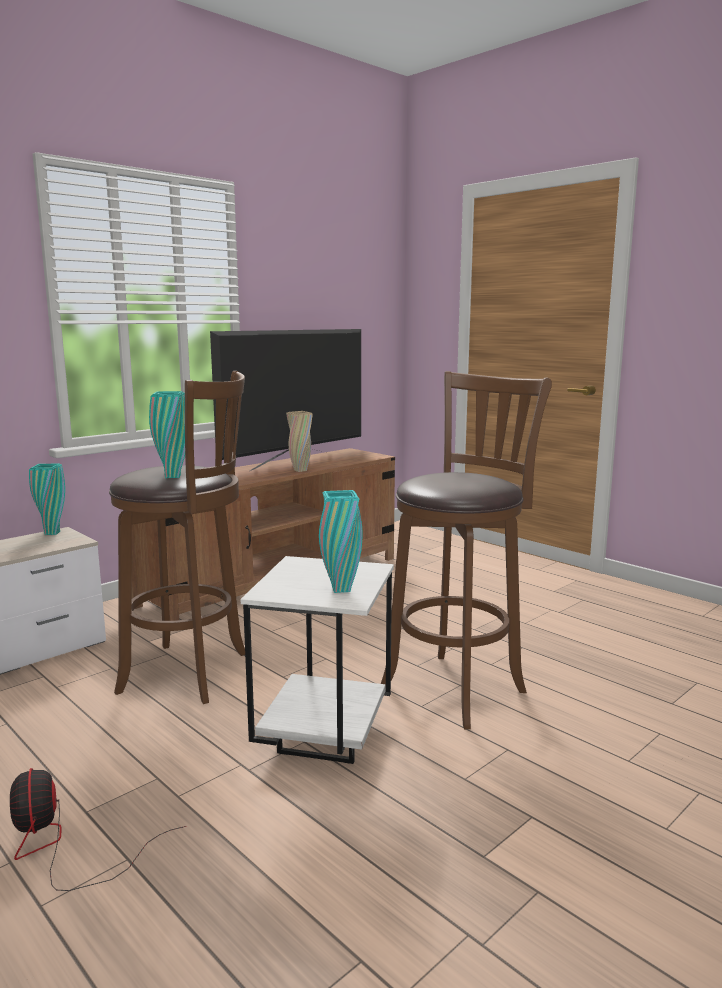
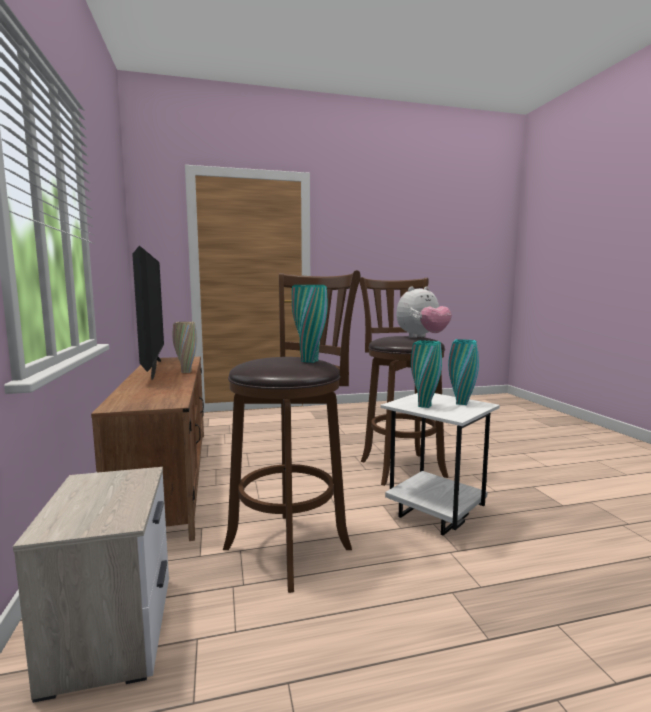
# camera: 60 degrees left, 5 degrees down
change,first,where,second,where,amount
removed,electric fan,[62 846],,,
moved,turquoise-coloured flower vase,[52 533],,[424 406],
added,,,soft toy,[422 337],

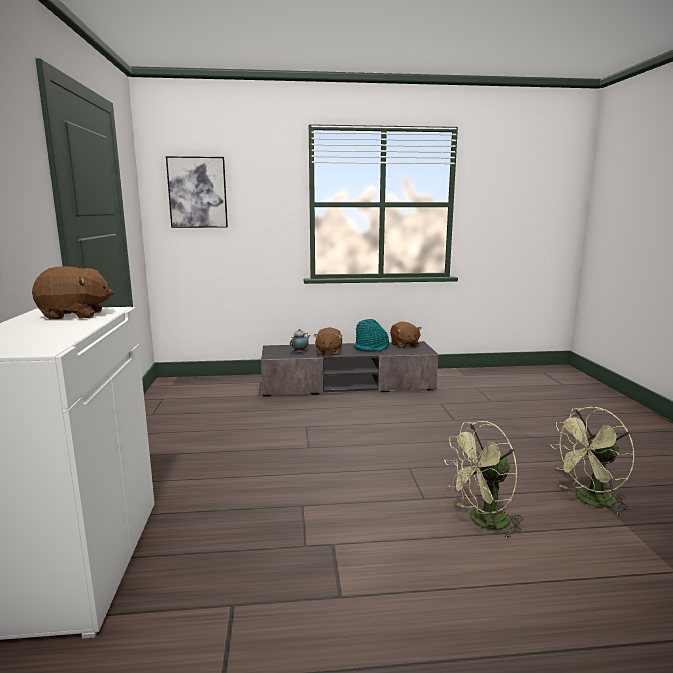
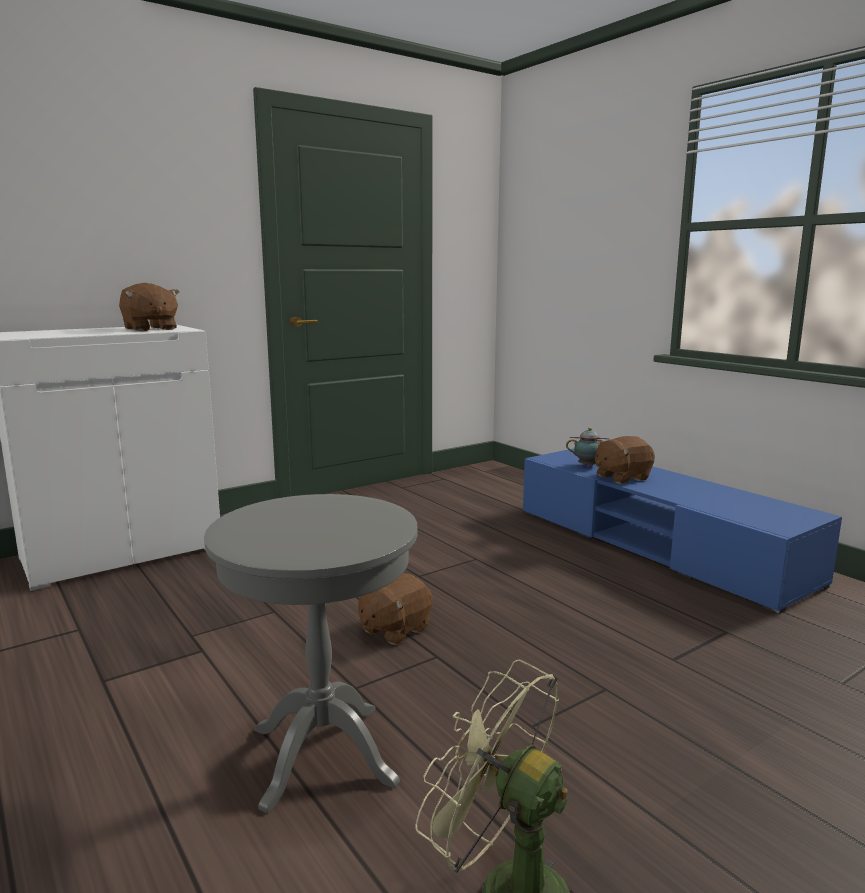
# camera: 60 degrees right, 0 degrees up
change,first,where,second,where,amount
removed,picture,[197 192],,,
recoloured,gray tv unit,[347 385],bluish tv unit,[656 546],
removed,turquoise-coloured clothing hat,[371 348],,,
moved,brown soft toy,[404 345],,[394 629],
replaced,greenish electric fan,[482 522],gray end table,[323 755],

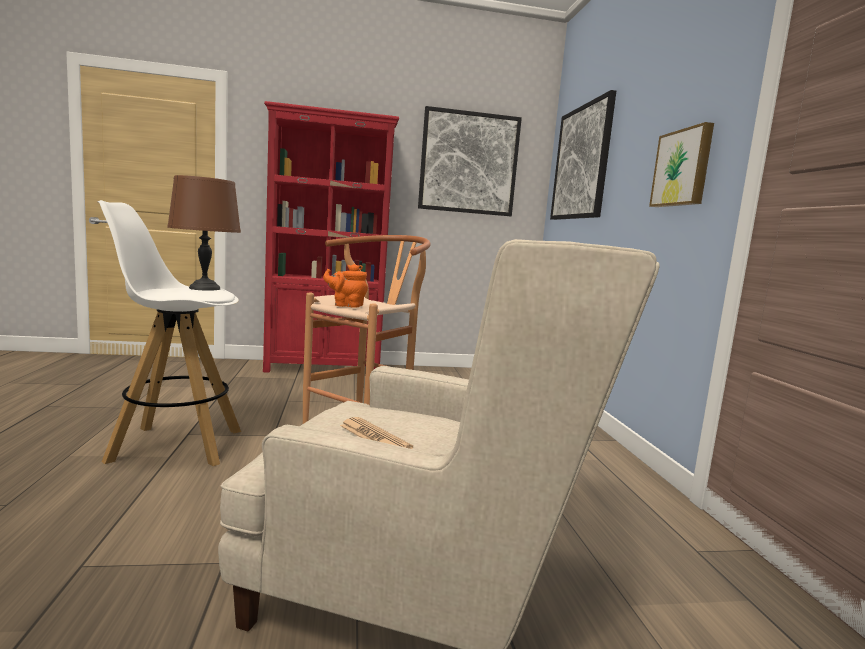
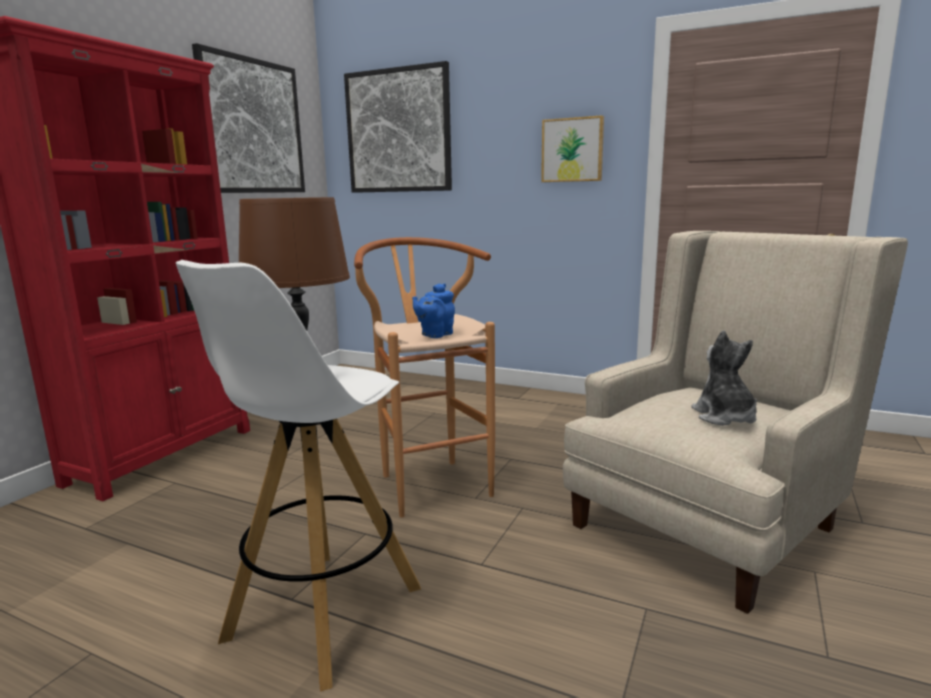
# camera: 55 degrees left, 5 degrees up
change,first,where,second,where,amount
recoloured,orangey tea pot,[346 305],bluish tea pot,[435 335],
replaced,daily paper,[374 437],soft toy,[724 417],

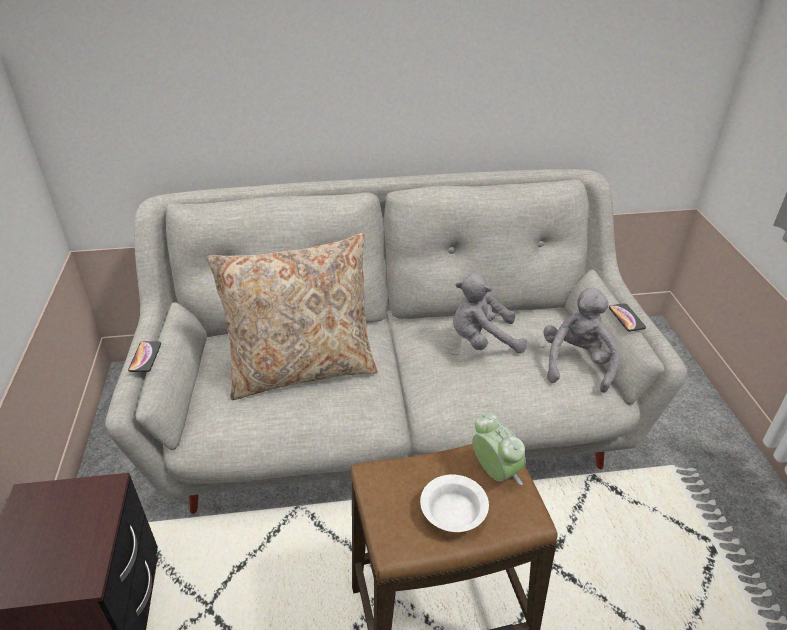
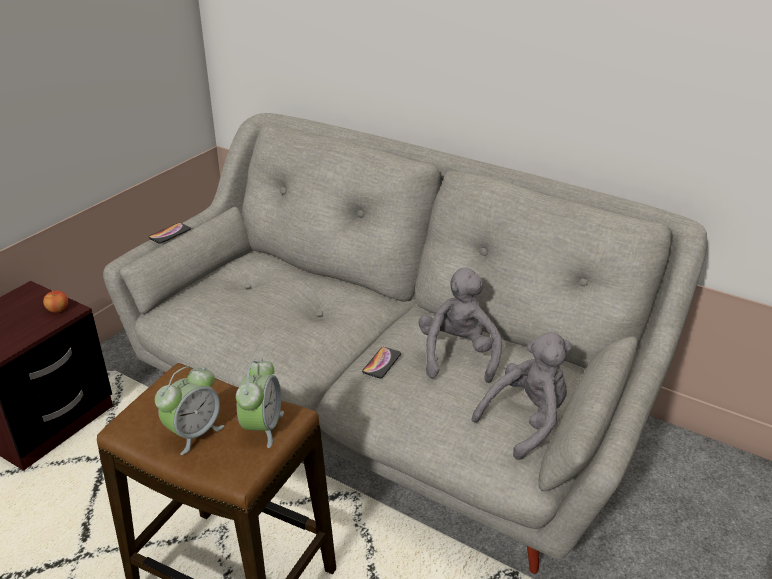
# camera: 40 degrees right, 5 degrees down
change,first,where,second,where,amount
removed,beige-coloured cushion,[302 369],,,
replaced,whitish bowl,[452 513],alarm clock,[194 433],
turned,gray soft toy,[482 340],,[458 355],60 degrees clockwise
moved,handset,[626 318],,[381 363],
added,,,apple,[58 309],

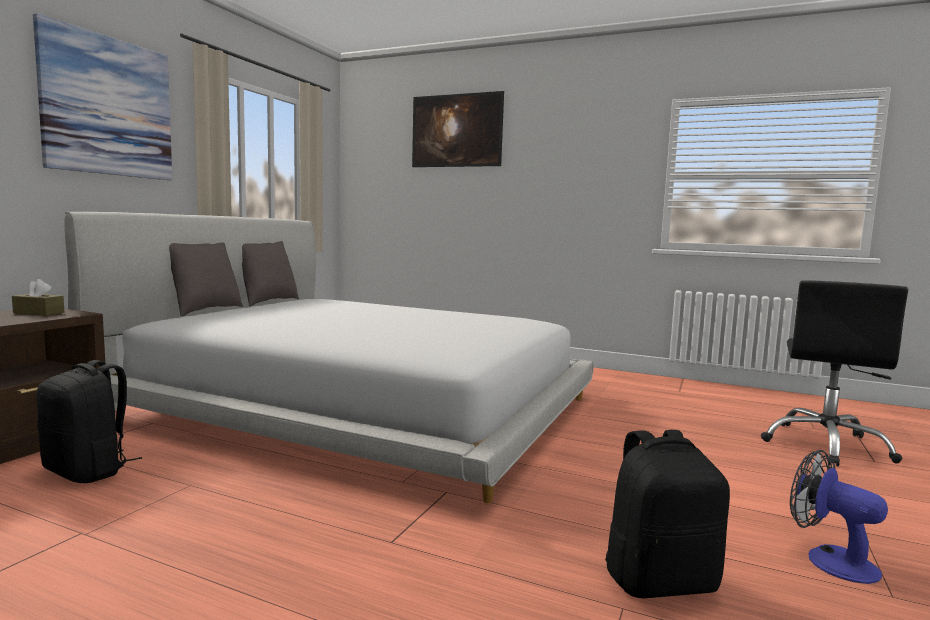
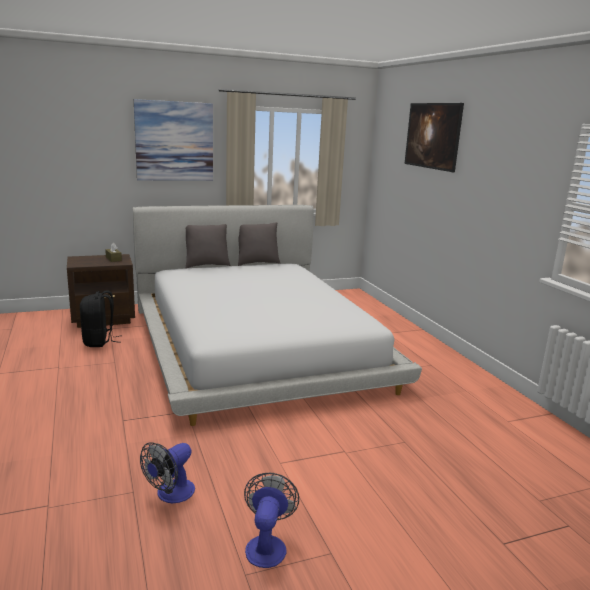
# camera: 45 degrees right, 10 degrees up
change,first,where,second,where,amount
replaced,blackish rucksack,[660 580],electric fan,[170 495],
removed,blackish office chair,[826 445],,,

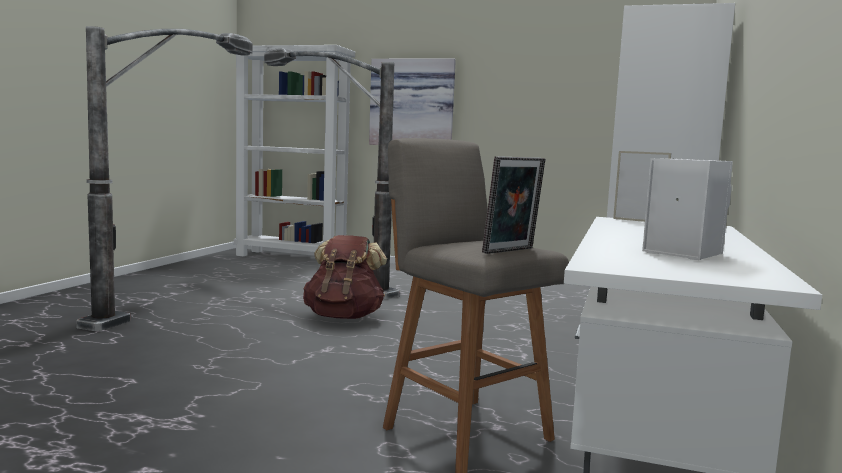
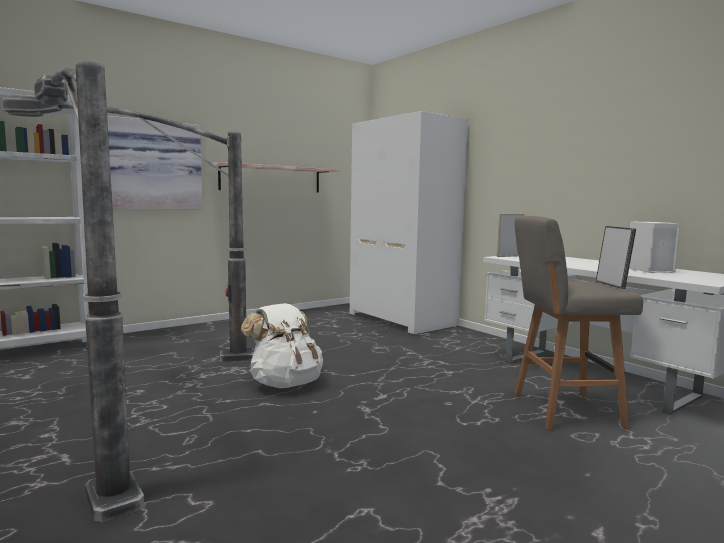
# camera: 55 degrees left, 0 degrees up
change,first,where,second,where,amount
recoloured,brown rucksack,[344 317],whitish rucksack,[285 383],
added,,,wall shelf,[271 179],

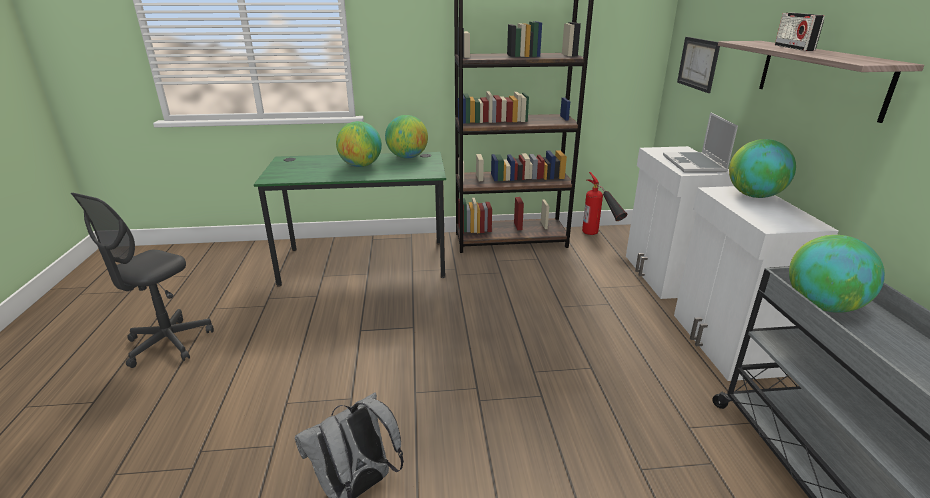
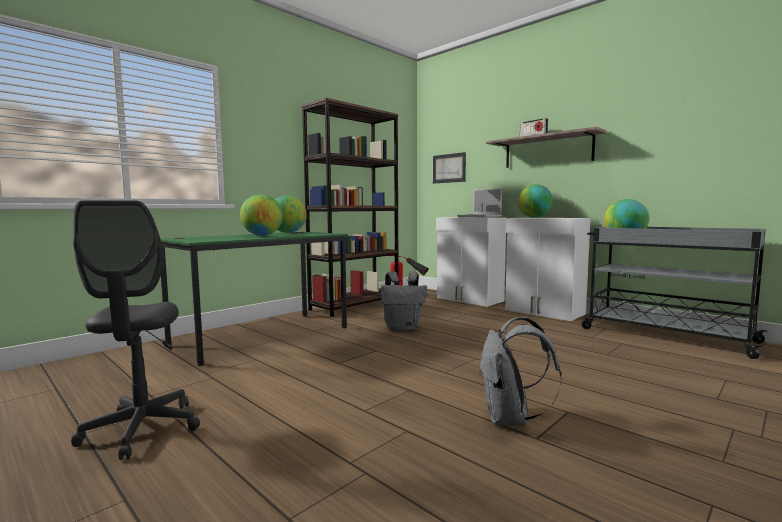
# camera: 40 degrees left, 20 degrees down
change,first,where,second,where,amount
added,,,gray rucksack,[403 328],

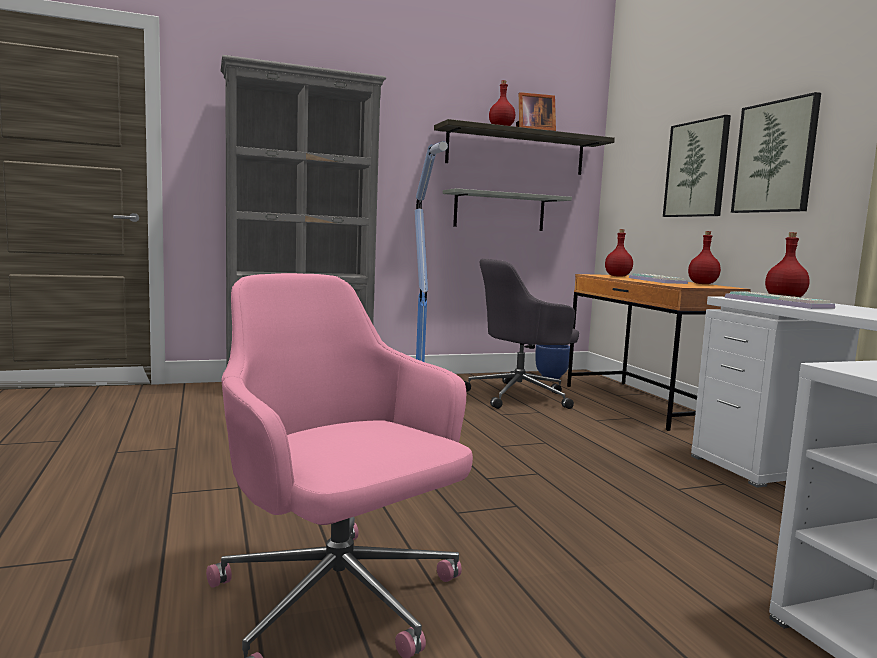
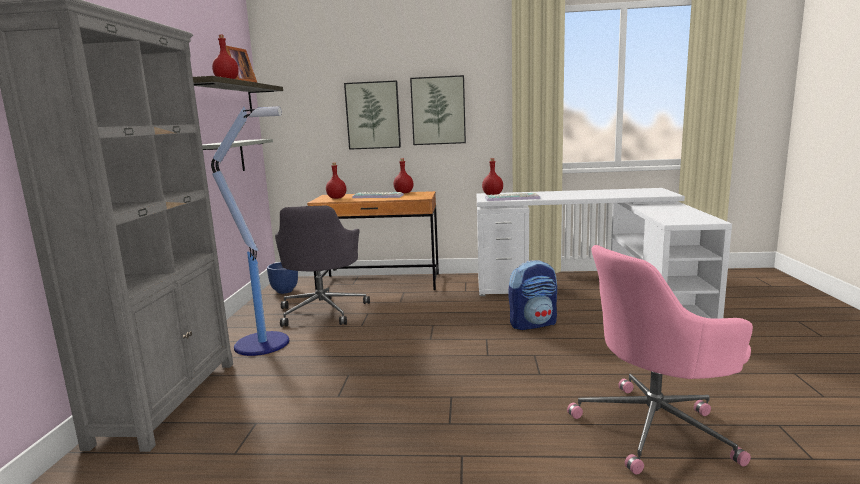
# camera: 65 degrees left, 5 degrees up
change,first,where,second,where,amount
added,,,rucksack,[533 324],

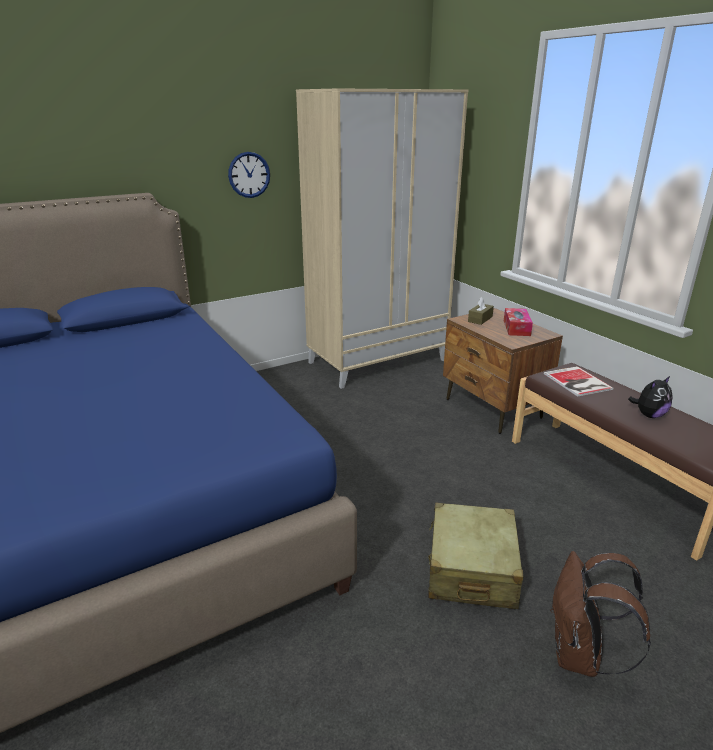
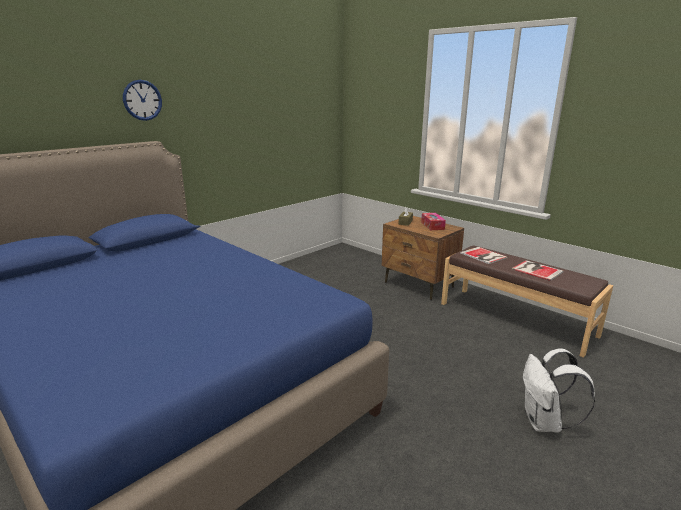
# camera: 15 degrees left, 5 degrees down
change,first,where,second,where,amount
moved,clock on the wall,[249 175],,[142 100],
removed,beige-coloured armoire,[378 361],,,
removed,beige-coloured travel case,[471 568],,,
recoloured,brown rucksack,[580 655],whitish rucksack,[544 423],
replaced,soft toy,[649 415],bound book,[536 270],

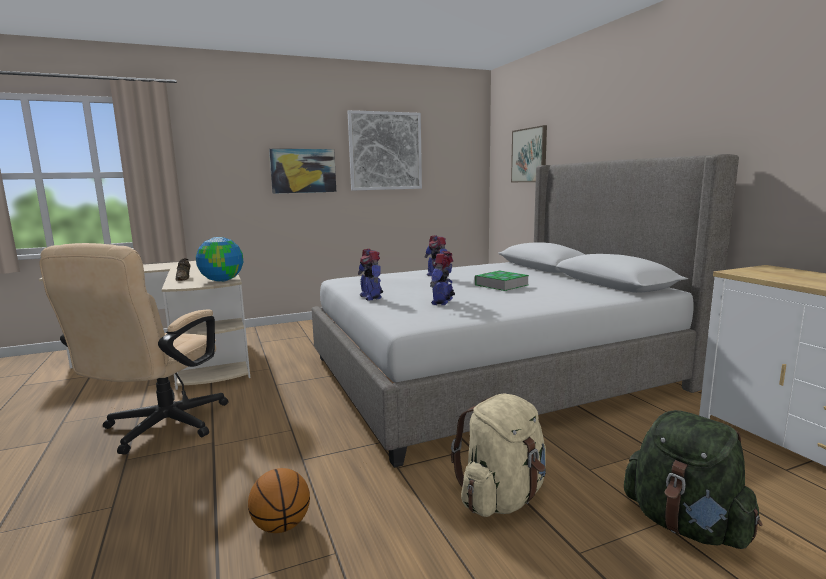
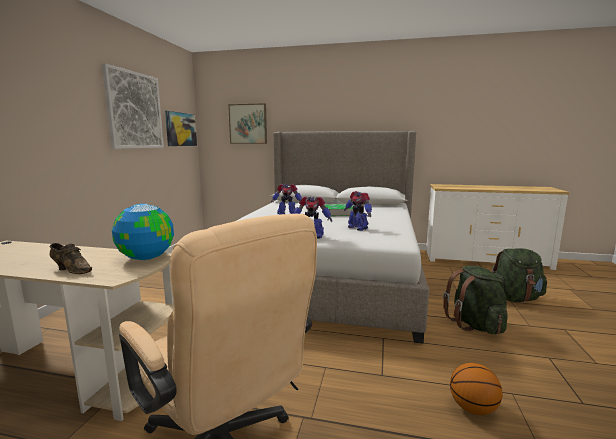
# camera: 55 degrees left, 0 degrees up
change,first,where,second,where,amount
moved,picture,[303 171],,[181 129],
recoloured,beige-coloured rucksack,[502 497],greenish rucksack,[474 325],

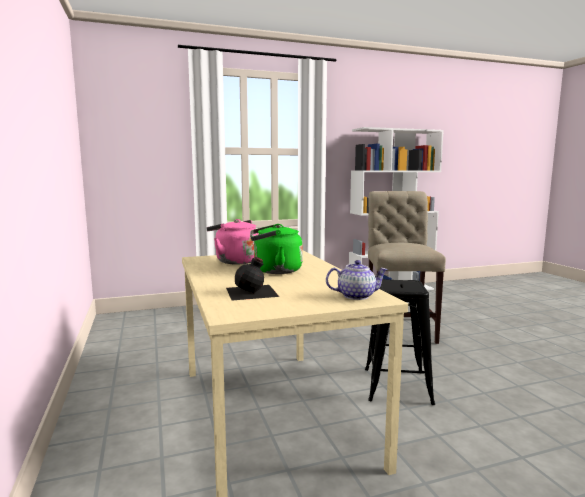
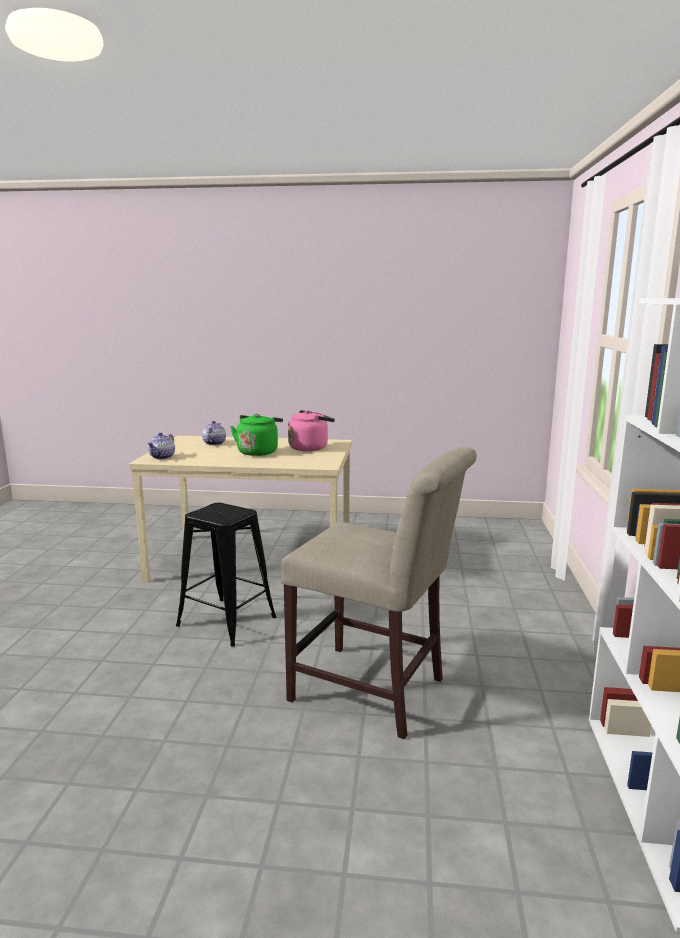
# camera: 115 degrees right, 5 degrees up
change,first,where,second,where,amount
replaced,blackish beverage bottle,[252 292],tea pot,[214 443],

